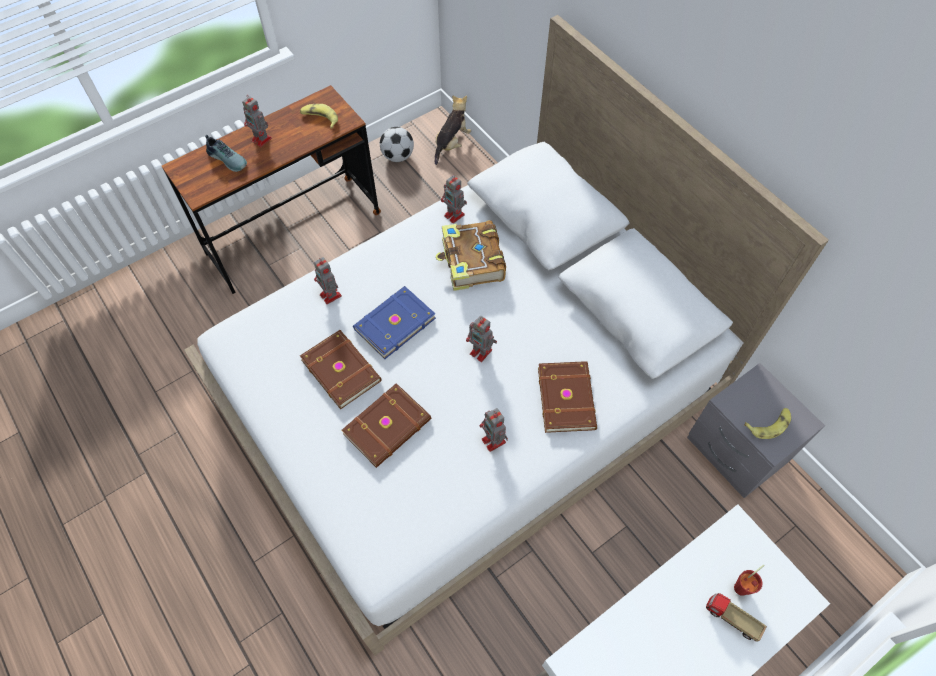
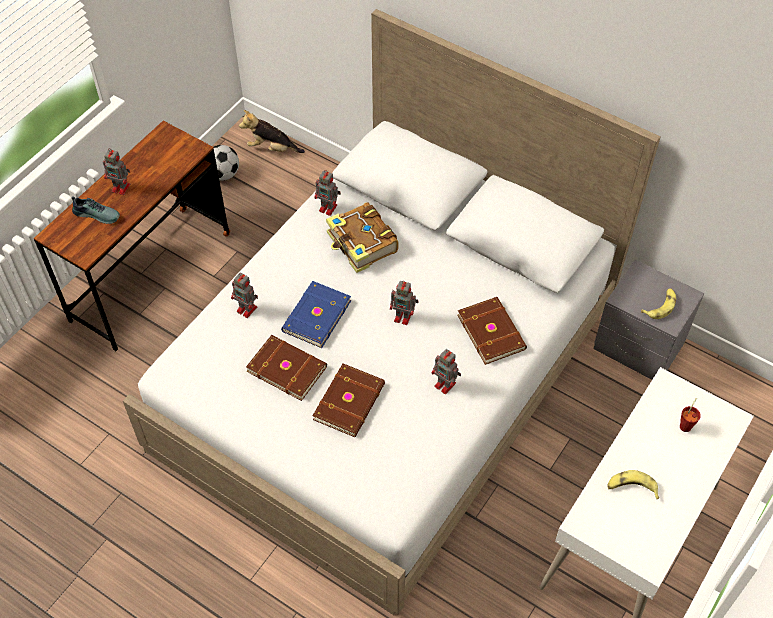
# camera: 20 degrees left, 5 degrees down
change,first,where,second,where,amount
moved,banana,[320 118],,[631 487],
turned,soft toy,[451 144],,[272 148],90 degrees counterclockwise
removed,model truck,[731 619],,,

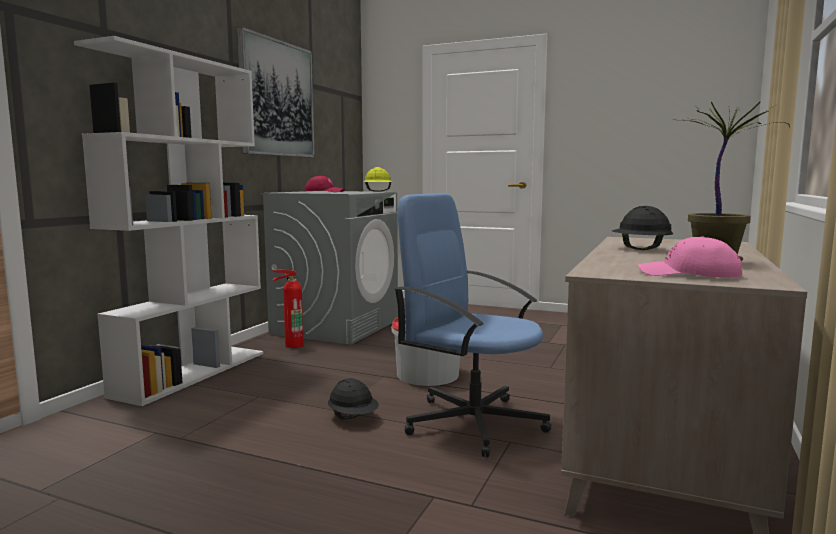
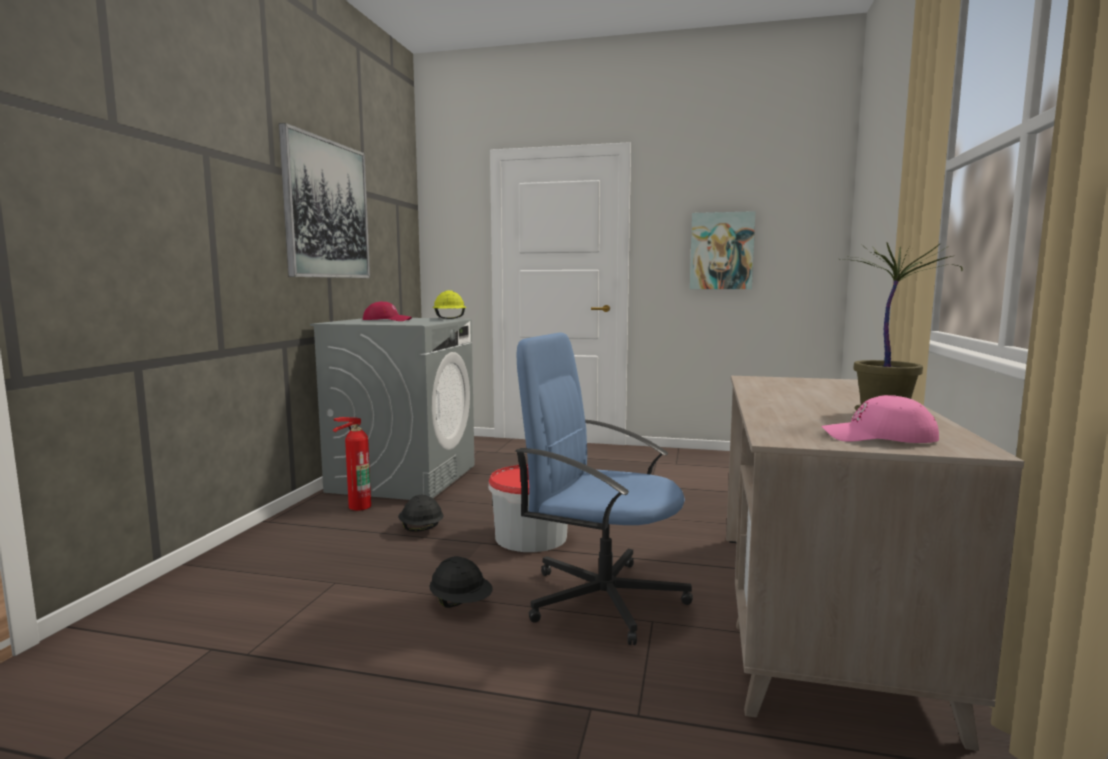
# camera: 10 degrees left, 0 degrees up
change,first,where,second,where,amount
removed,whitish bookshelf,[192 373],,,
moved,blackish work helmet,[640 249],,[421 529],
added,,,picture,[721 251],

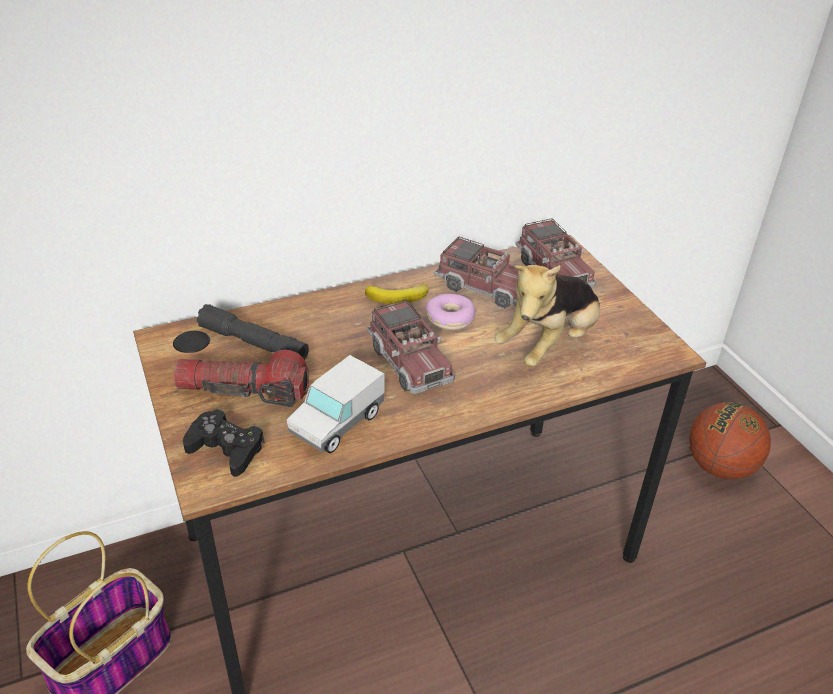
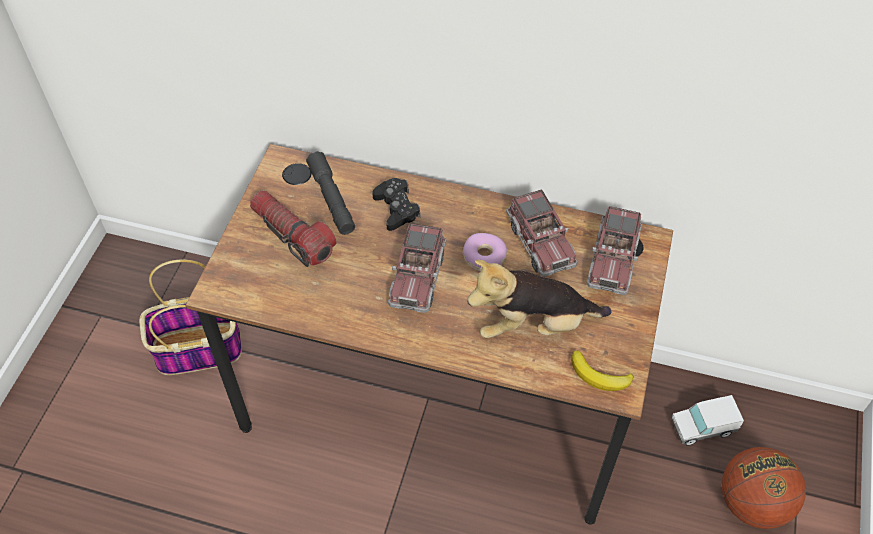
# camera: 40 degrees right, 15 degrees up
change,first,where,second,where,amount
moved,blackish gamepad,[226 449],,[396 208],
moved,model truck,[337 423],,[702 428],
moved,banana,[398 297],,[599 376],

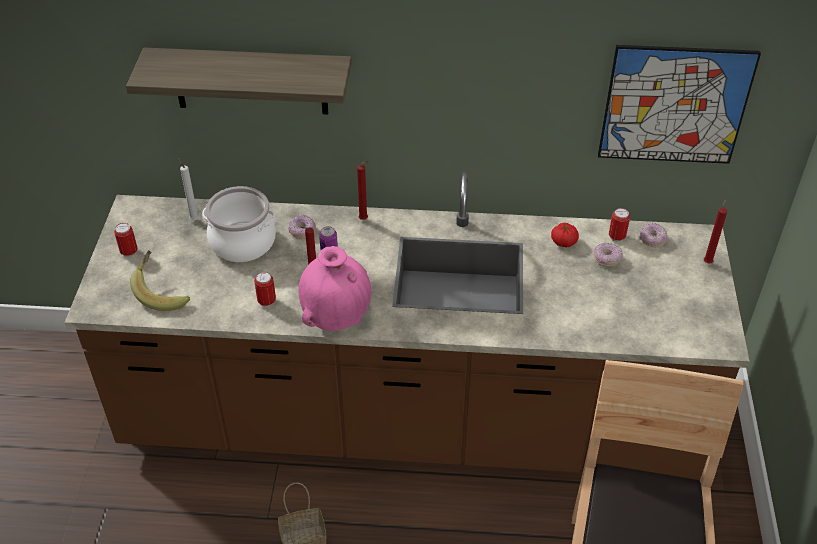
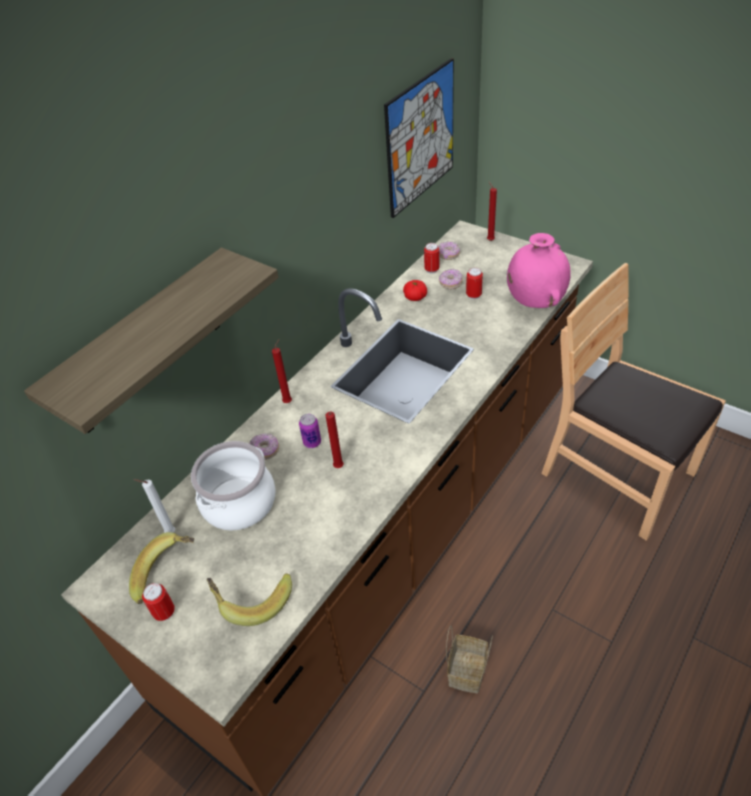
# camera: 55 degrees left, 0 degrees up
change,first,where,second,where,amount
moved,can,[266 301],,[473 295],
moved,pink-coloured flower vase,[337 318],,[535 302],
added,,,banana,[167 574],

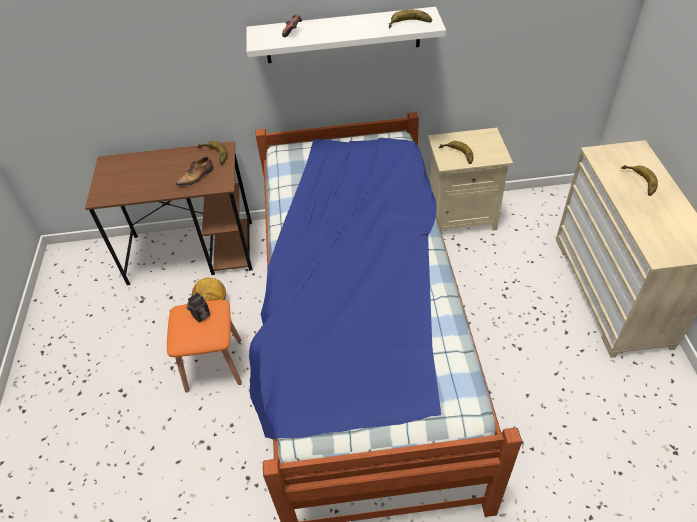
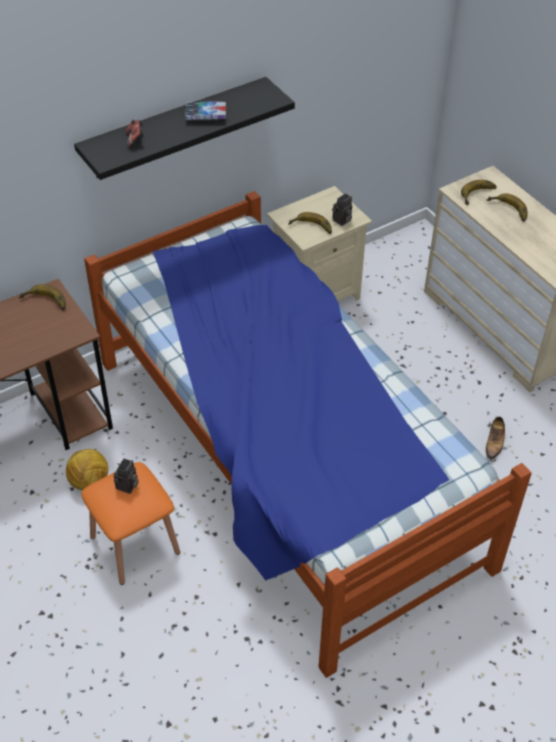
# camera: 30 degrees left, 0 degrees up
change,first,where,second,where,amount
moved,shoe,[196 177],,[494 442],
recoloured,whitish wall shelf,[342 35],blackish wall shelf,[175 128],
moved,banana,[410 25],,[479 195],
added,,,bound book,[206 115],
added,,,still camera,[342 221],

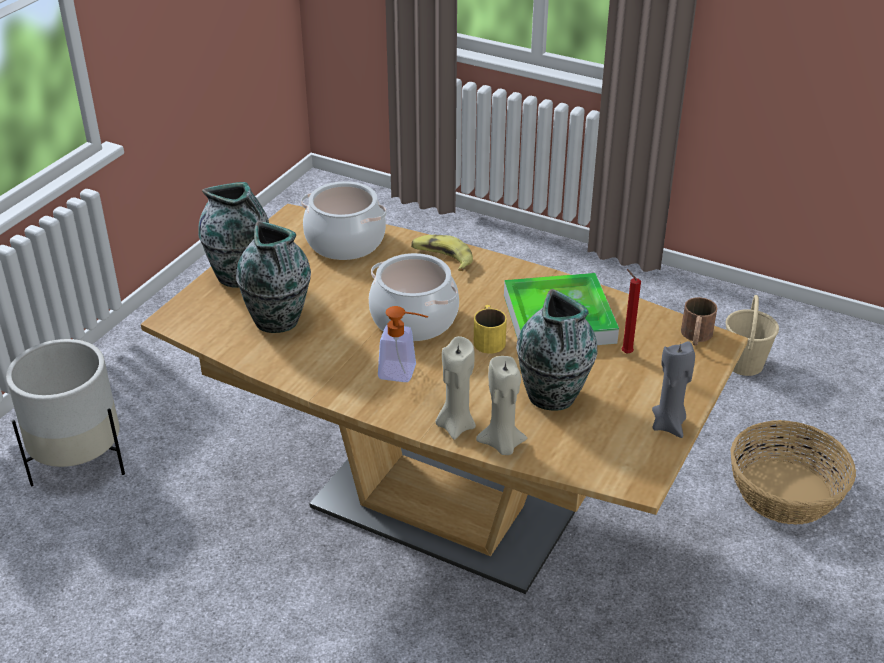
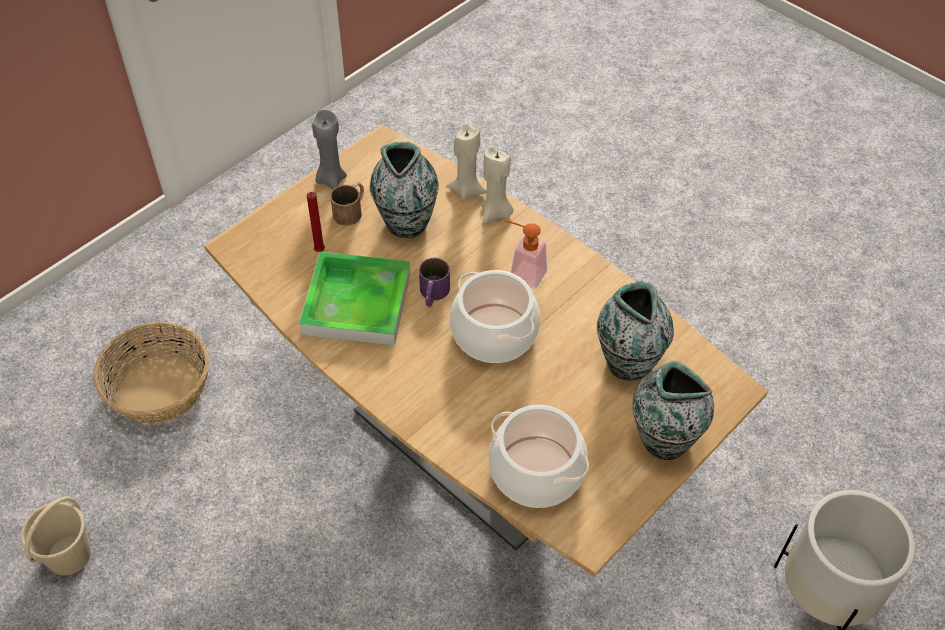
# camera: 165 degrees left, 15 degrees up
change,first,where,second,where,amount
removed,banana,[442 258],,,
recoloured,yellow coffee mug,[488 338],purplish coffee mug,[433 294],
moved,brown coffee mug,[696 337],,[351 210],

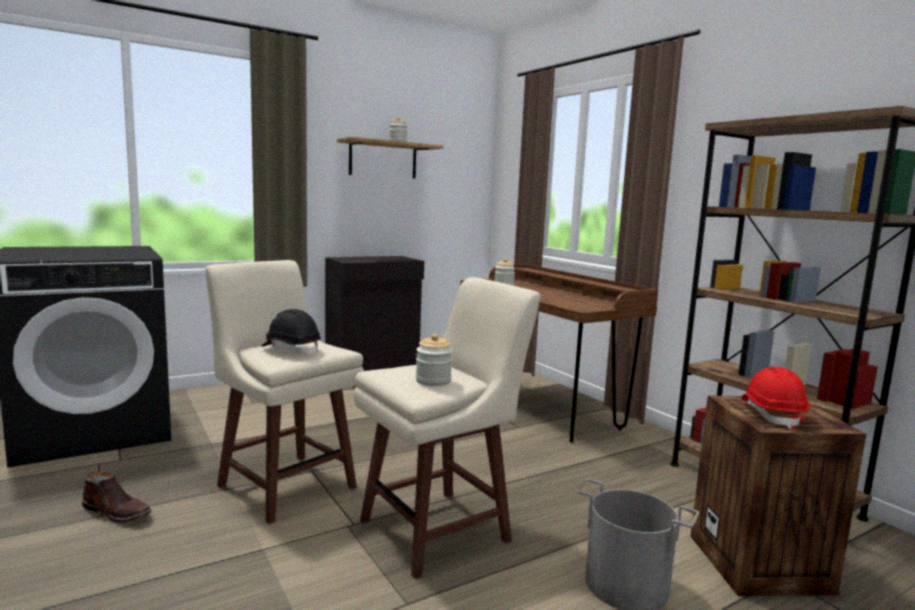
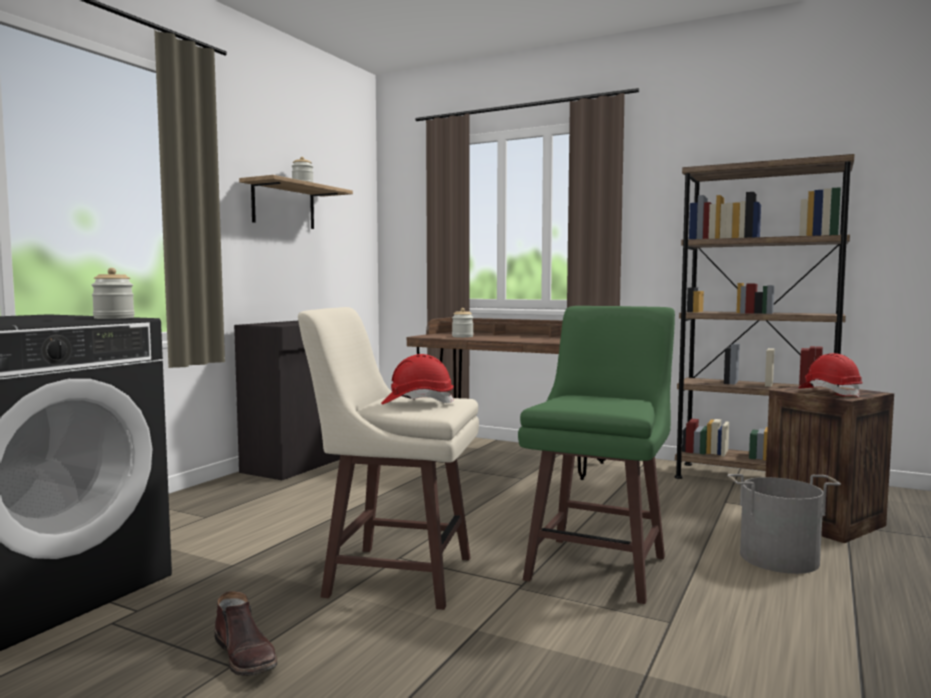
# camera: 30 degrees left, 5 degrees down
change,first,where,second,where,amount
turned,brown high-top boot,[118 512],,[246 656],60 degrees clockwise
recoloured,blackish work helmet,[291 350],red-coloured work helmet,[417 403],
recoloured,beige-coloured sitting stool,[439 530],greenish sitting stool,[599 567],
moved,jar,[433 381],,[114 318],

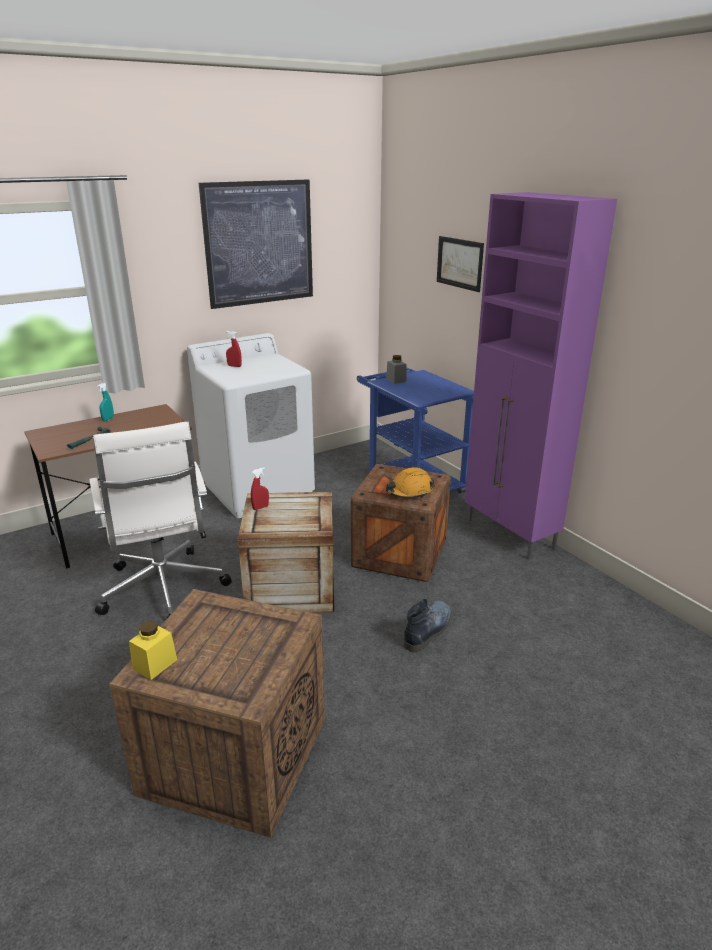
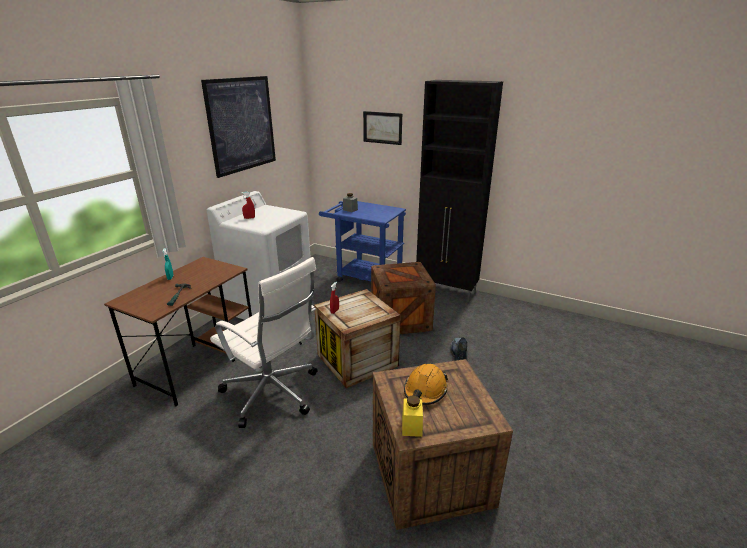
# camera: 30 degrees left, 0 degrees up
change,first,where,second,where,amount
moved,orangey work helmet,[409 491],,[425 390],
recoloured,purplish storage cabinet,[510 534],blackish storage cabinet,[447 291],

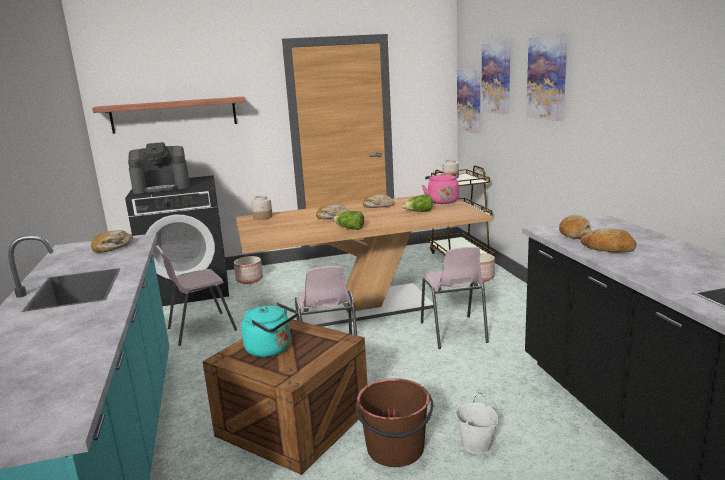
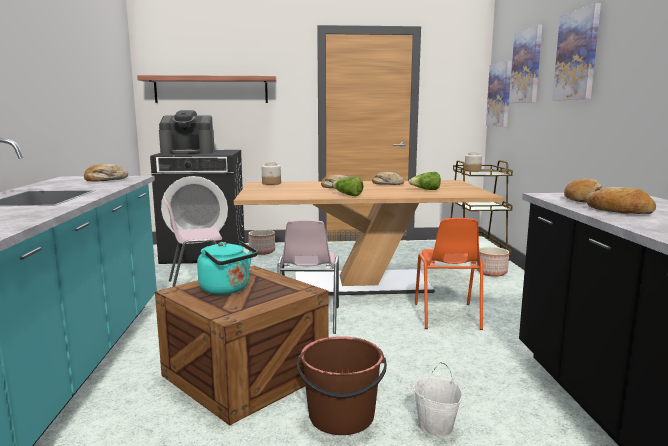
# camera: 10 degrees right, 5 degrees down
change,first,where,second,where,amount
recoloured,pink-coloured plain chair,[453 332],orangey plain chair,[447 316],
removed,pink-coloured kettle,[442 201],,,

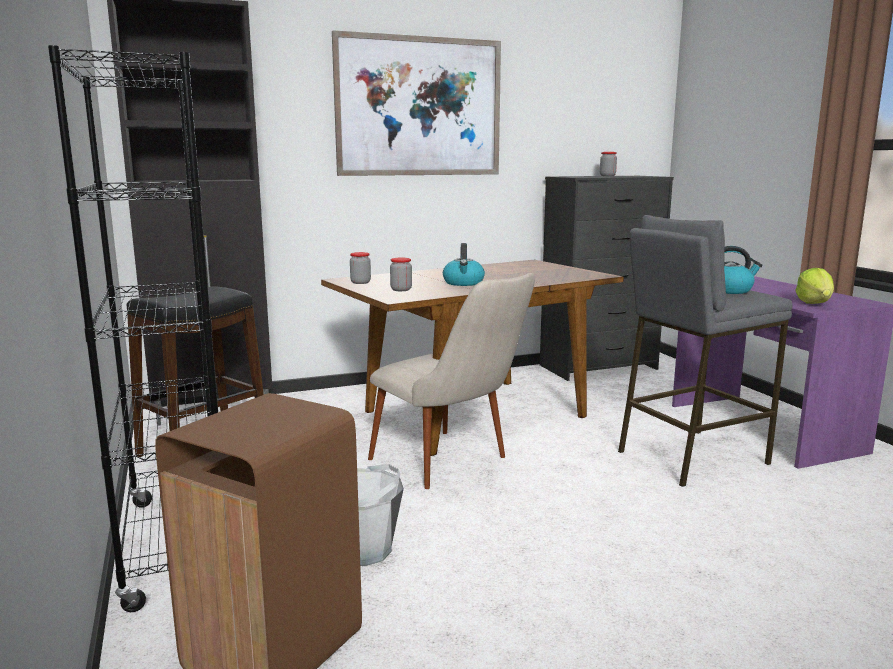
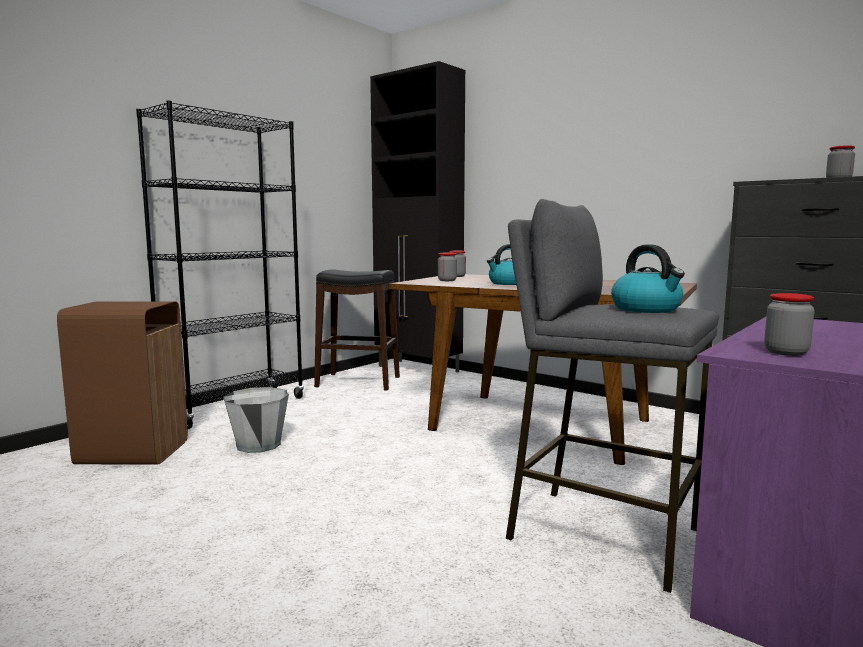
# camera: 60 degrees right, 5 degrees down
change,first,where,second,where,amount
removed,picture,[419 107],,,
removed,beige-coloured plain chair,[452 465],,,
replaced,head of lettuce,[814 303],jar,[786 352],

